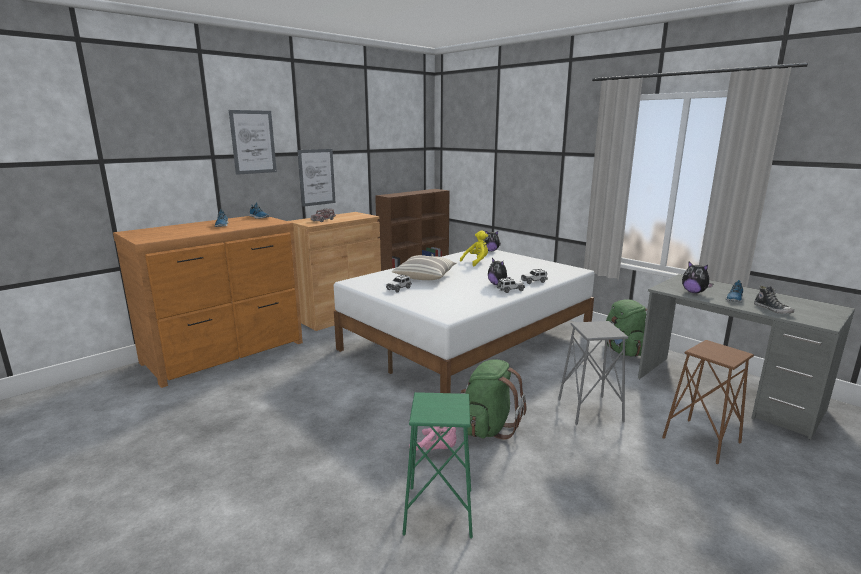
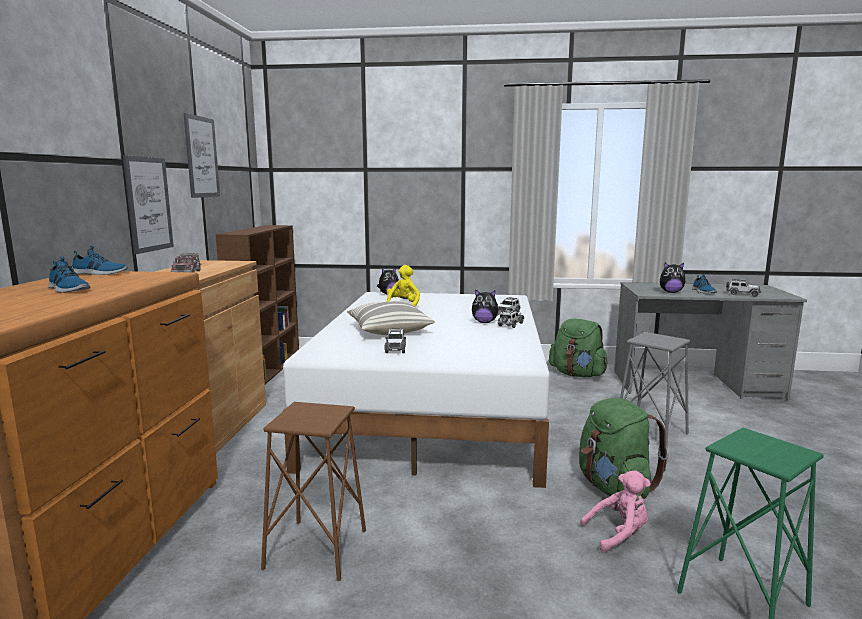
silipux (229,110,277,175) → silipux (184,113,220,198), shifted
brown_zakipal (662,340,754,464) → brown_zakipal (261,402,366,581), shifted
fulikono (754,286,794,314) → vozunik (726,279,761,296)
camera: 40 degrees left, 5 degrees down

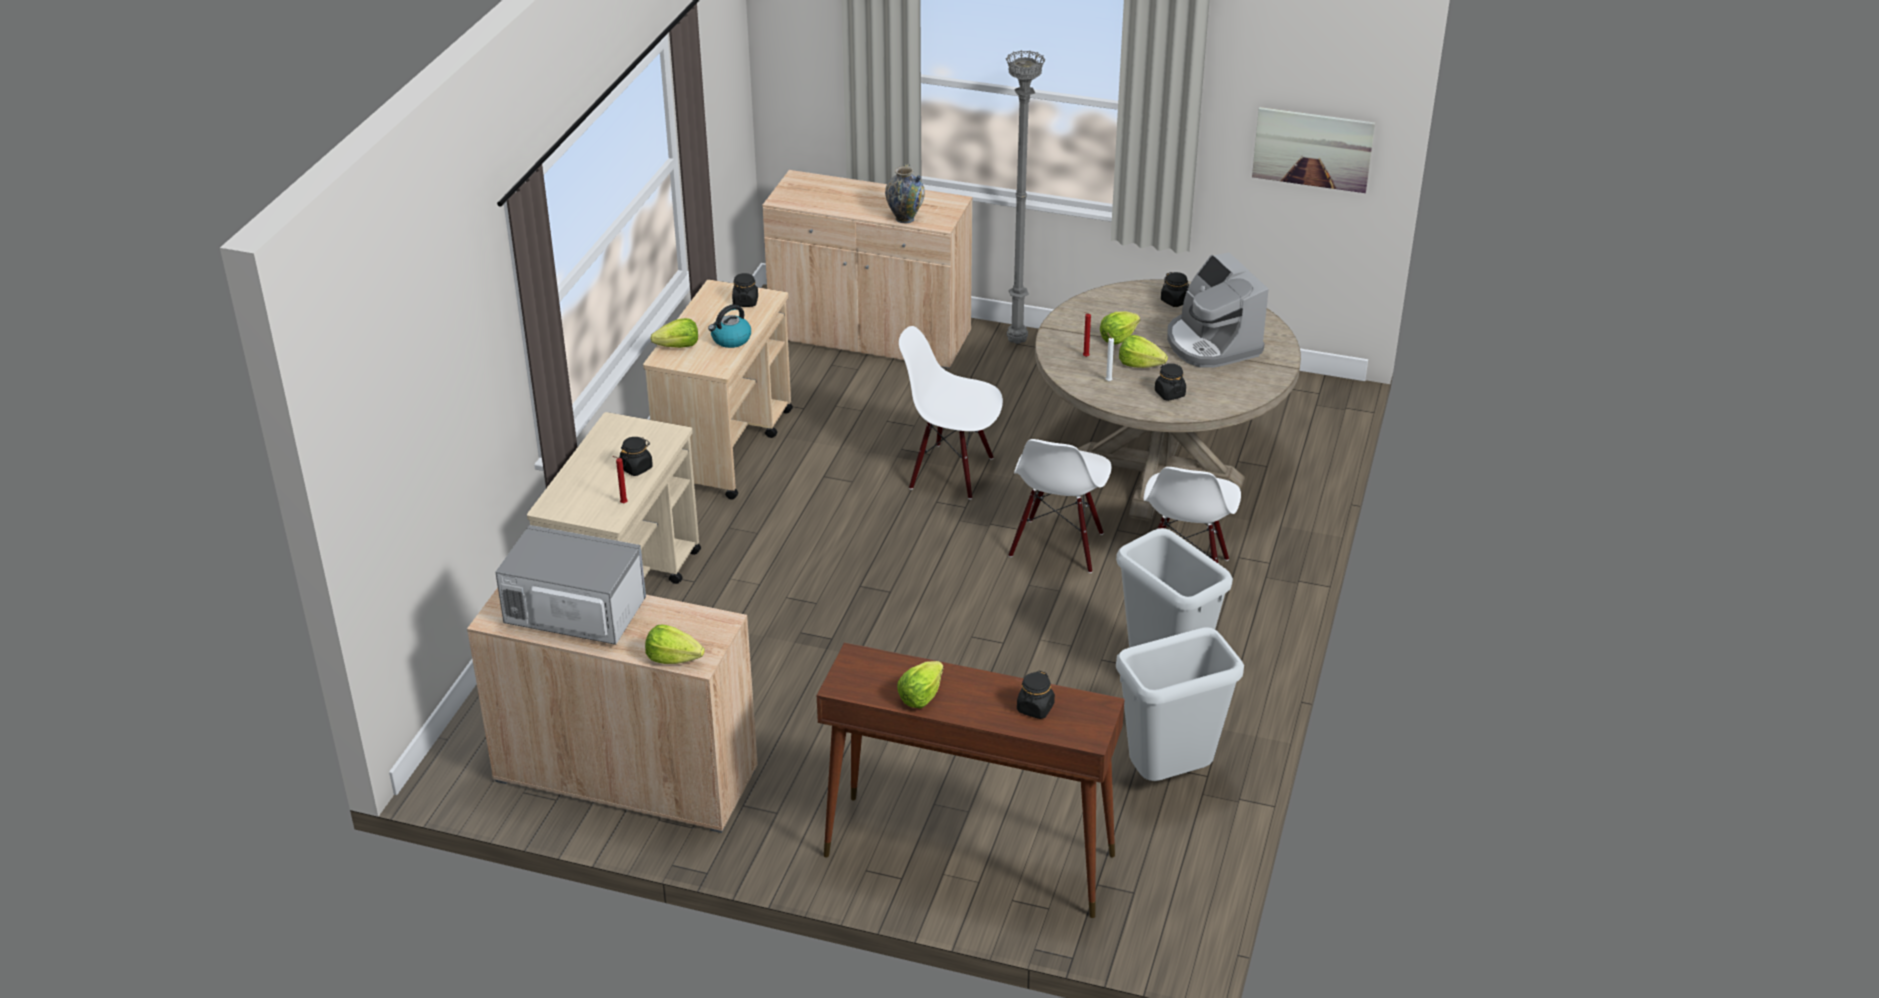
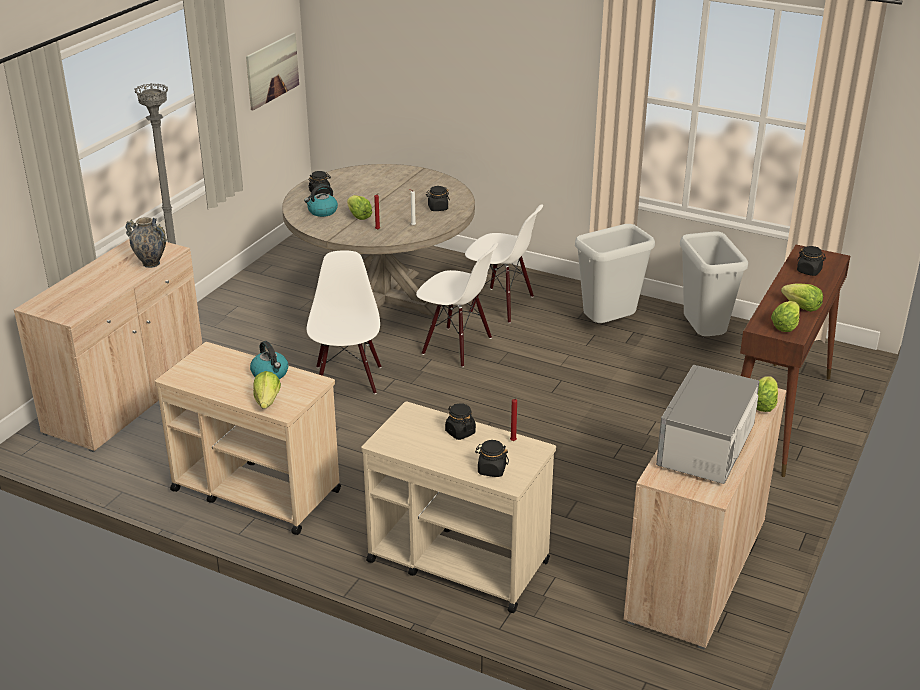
- → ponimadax (304,184,338,217)
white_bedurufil (899,326,1003,499) → white_bedurufil (307,251,381,394), 150 degrees clockwise
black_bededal (732,273,758,307) → black_bededal (475,440,509,477), shifted
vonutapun (1119,335,1168,368) → vonutapun (771,301,800,332), shifted
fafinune (1167,253,1268,368) → -
camera: 80 degrees left, 5 degrees down

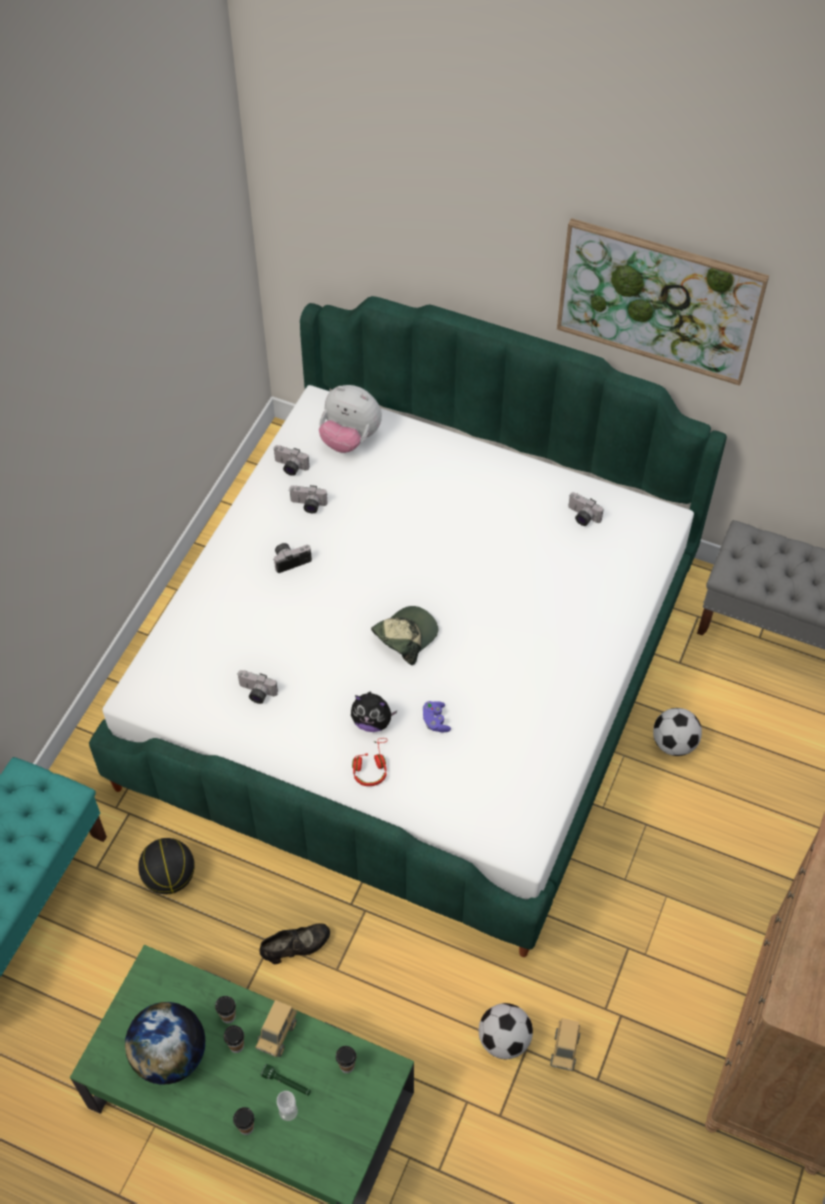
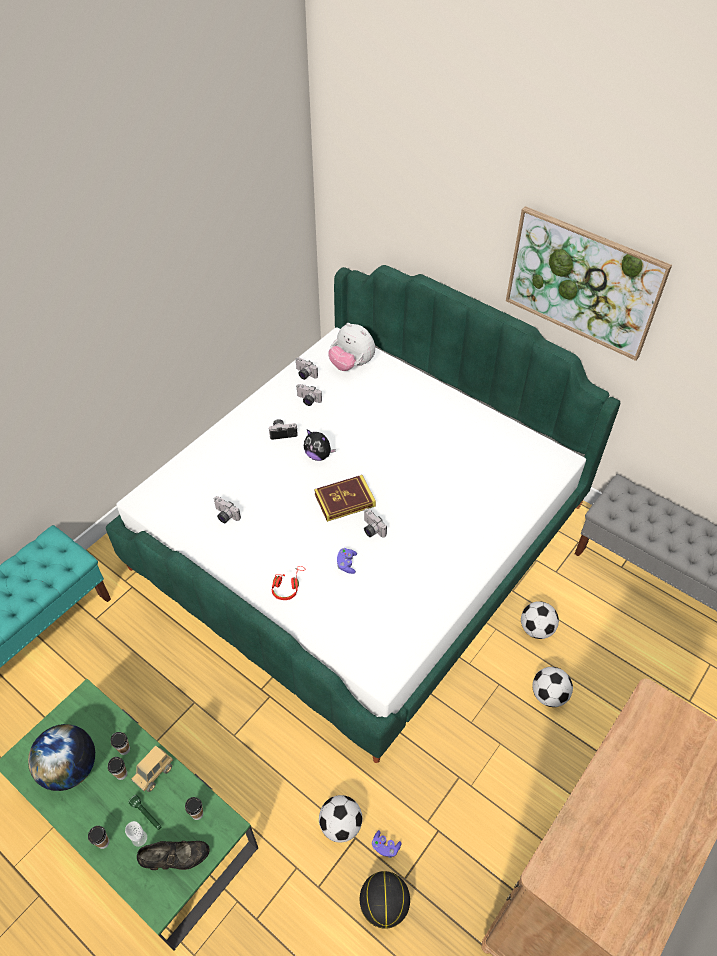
black_fulikono (259,923,330,964) → black_fulikono (137,841,210,870), shifted
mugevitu (351,691,397,732) → mugevitu (304,429,336,461), shifted
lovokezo (371,606,438,665) → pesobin (314,475,376,522)
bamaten (138,838,195,894) → bamaten (360,871,410,929), shifted
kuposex (568,492,604,526) → kuposex (364,508,387,537), shifted
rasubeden (550,1018,580,1071) → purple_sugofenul (372,830,402,858)
- → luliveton (532,667,573,707)
camera: 15 degrees right, 5 degrees down

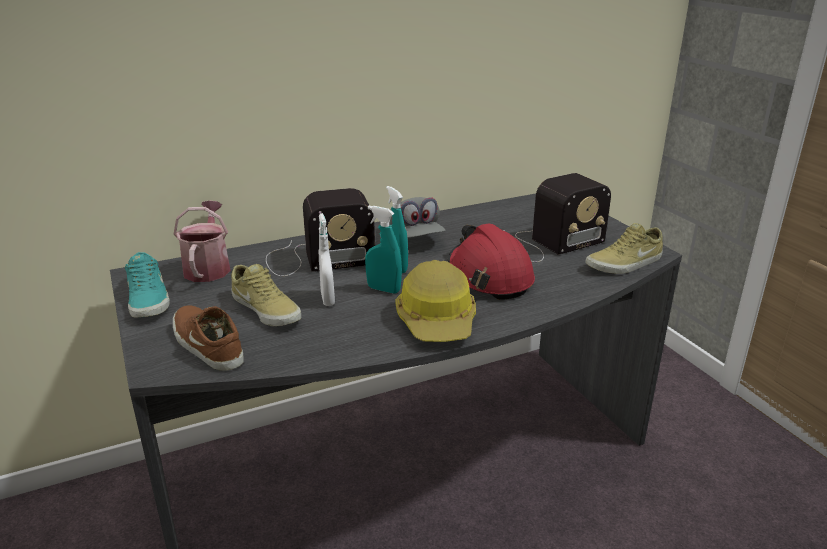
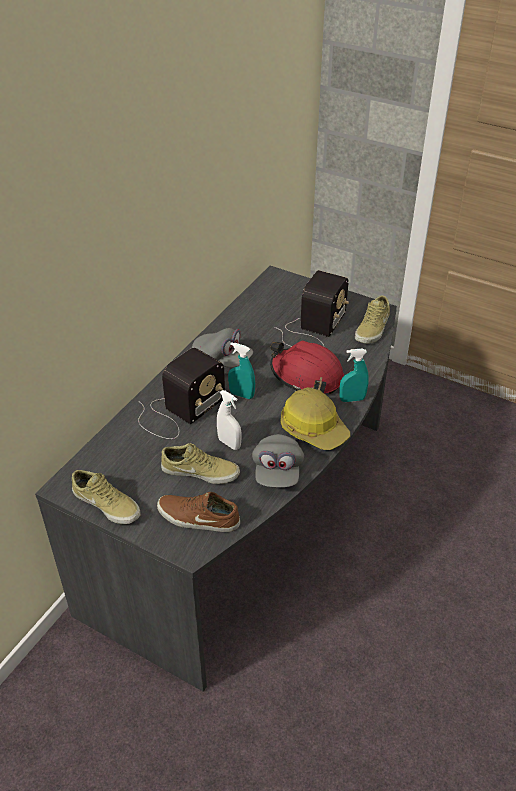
turquoise_fulikono (125,252,170,318) → beige_fulikono (72,470,141,524)
- → grey_lovokezo (252,434,304,487)
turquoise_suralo (365,206,402,294) → turquoise_suralo (340,348,369,402), shifted
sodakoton (174,200,231,282) → -
camera: 35 degrees left, 15 degrees up

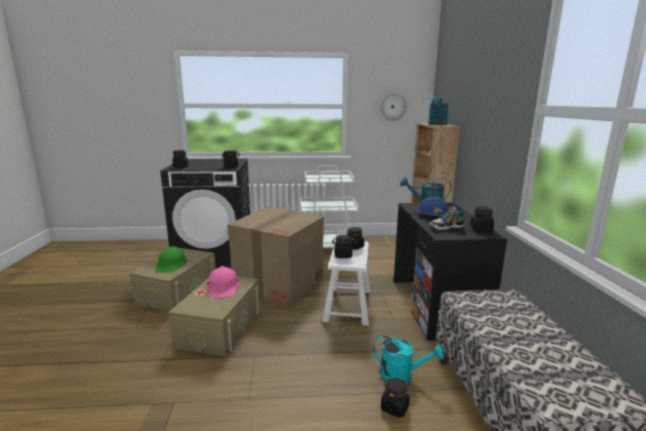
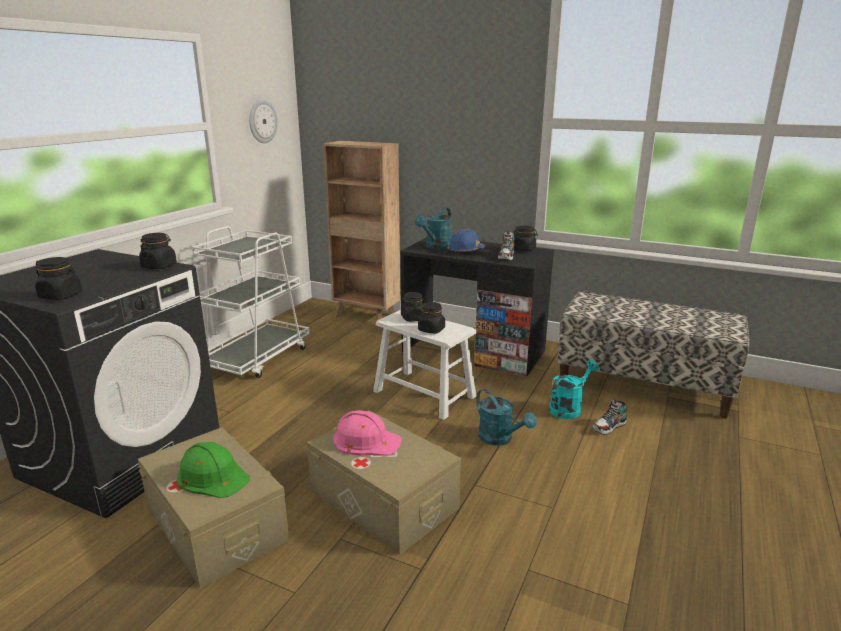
turquoise_sodakoton (428,97,448,125) → turquoise_sodakoton (476,389,537,446), shifted
black_bededal (381,378,410,417) → fulikono (592,399,627,435)
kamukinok (227,206,324,306) → -
camera: 60 degrees left, 5 degrees up

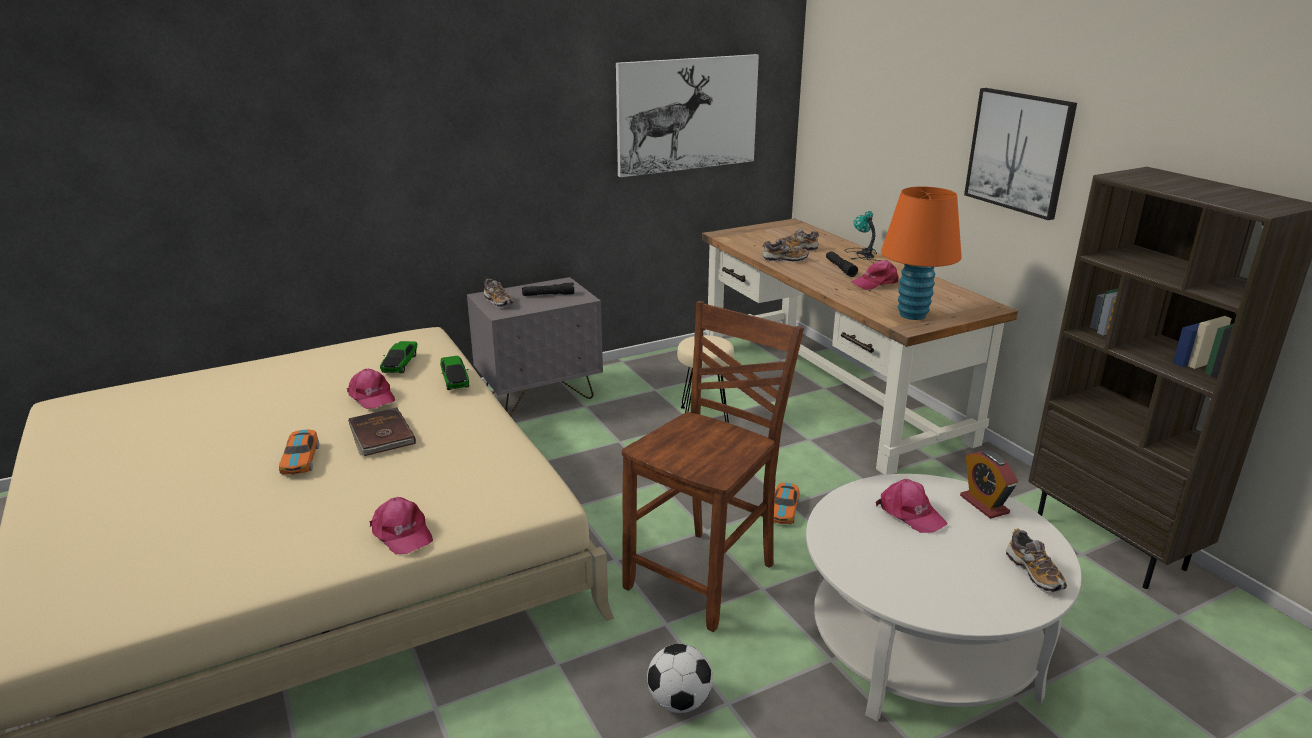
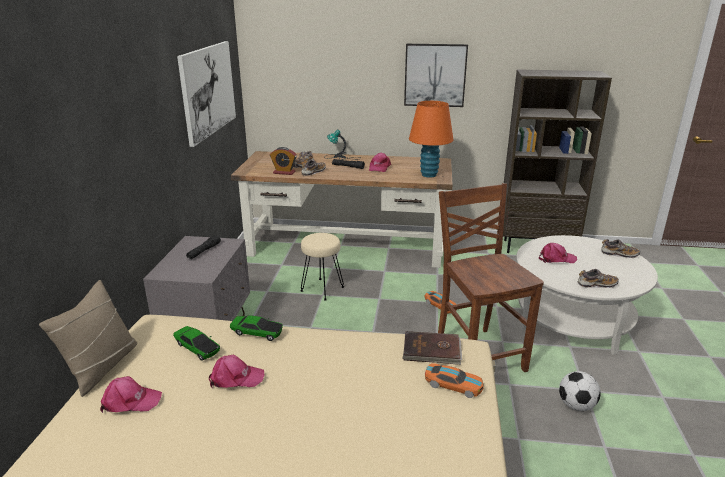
- → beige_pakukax (39,280,137,397)
pink_lovokezo (370,497,433,554) → pink_lovokezo (100,376,162,413), shifted
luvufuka (960,450,1018,519) → luvufuka (270,147,297,175), shifted
brown_pesobin (348,407,416,456) → brown_pesobin (402,331,462,365), shifted
vozunik (279,430,319,475) → vozunik (425,363,483,398), shifted
fulikono (484,279,513,308) → fulikono (578,269,619,288), shifted
camera: 55 degrees left, 0 degrees up

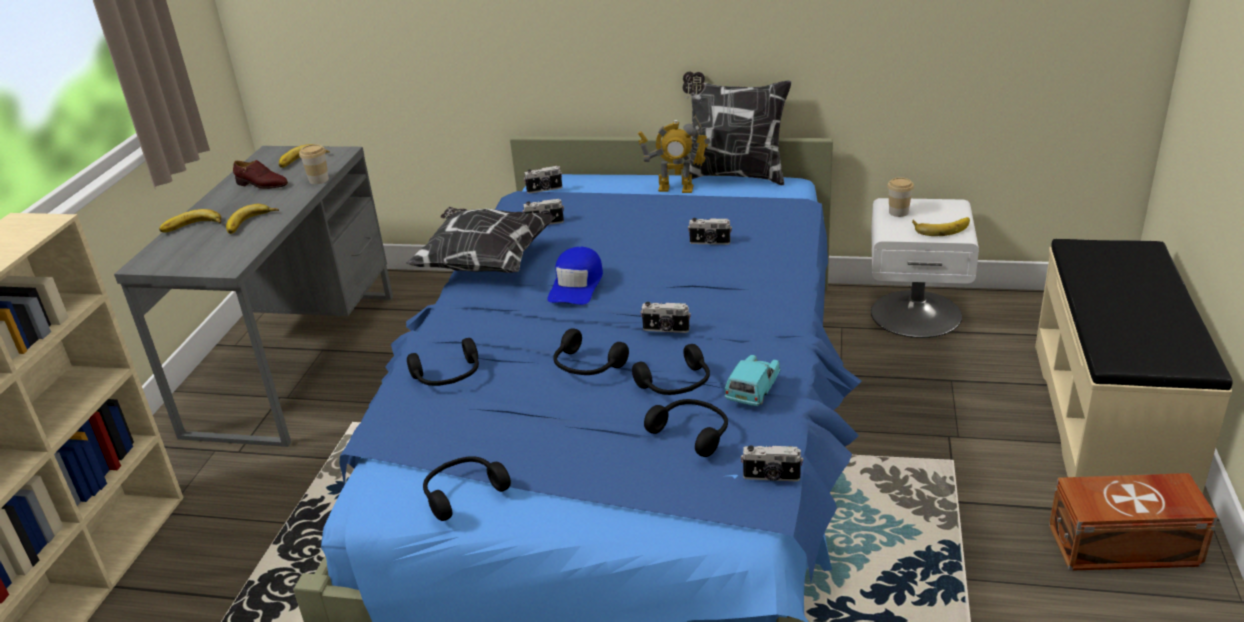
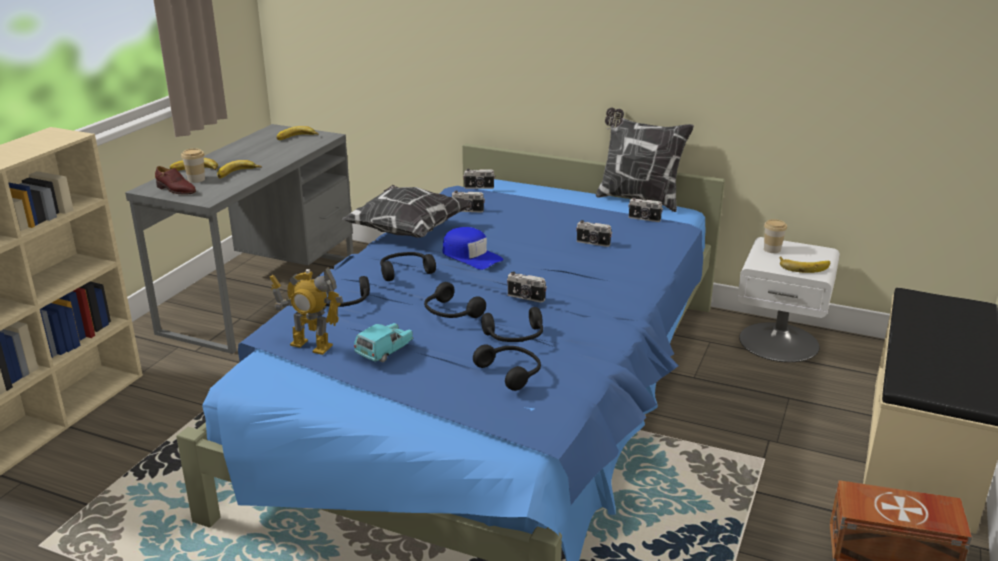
brown_fulikono (233,160,288,189) → brown_fulikono (155,166,196,194), shifted
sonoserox (299,144,329,184) → sonoserox (181,148,205,183), shifted
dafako (638,115,710,193) → dafako (270,267,343,355), shifted
turquoise_vozunik (725,355,781,406) → turquoise_vozunik (354,323,413,362), shifted
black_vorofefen (423,456,511,521) → black_vorofefen (380,252,436,281), shifted
blue_lovokezo (548,247,603,305) → blue_lovokezo (443,227,503,270), 75 degrees counterclockwise
kuposex (741,445,803,482) → kuposex (628,197,663,222), shifted
camera: 10 degrees right, 5 degrees down

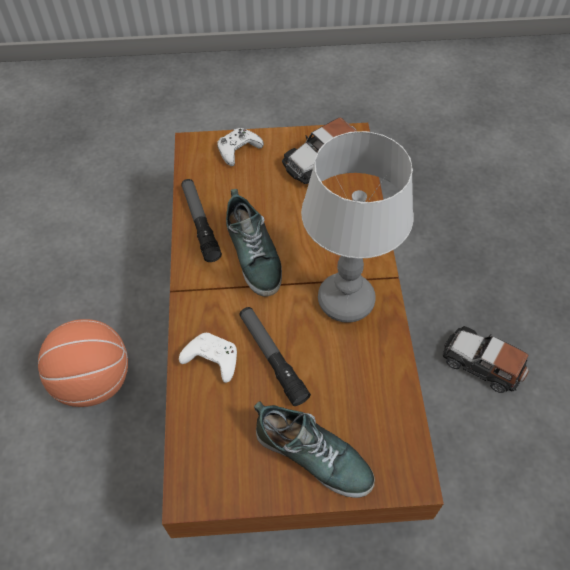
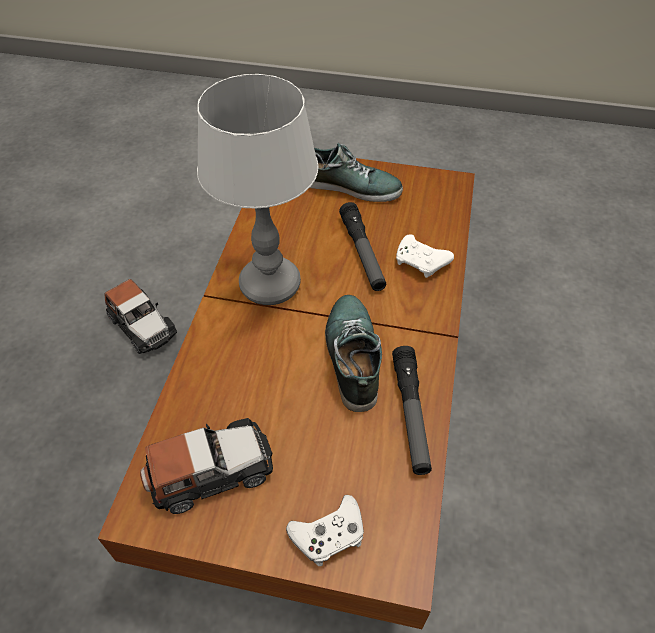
fulikono (254,401,375,498) → fulikono (310,143,403,202), 150 degrees clockwise
bamaten (38,319,128,407) → -
camera: 165 degrees left, 5 degrees down

